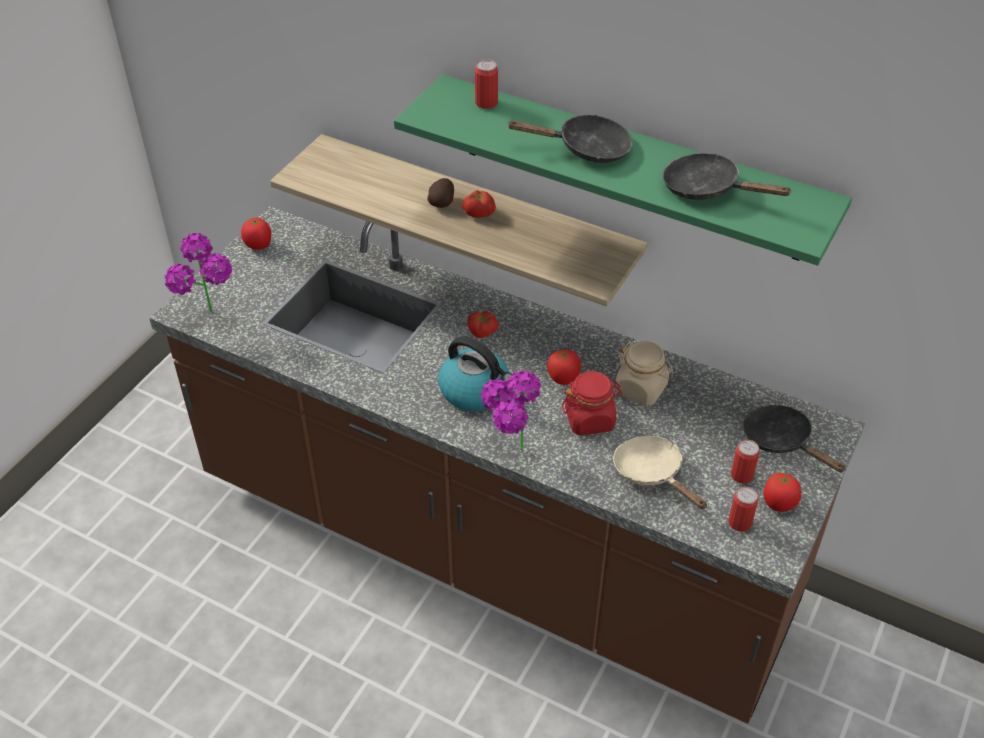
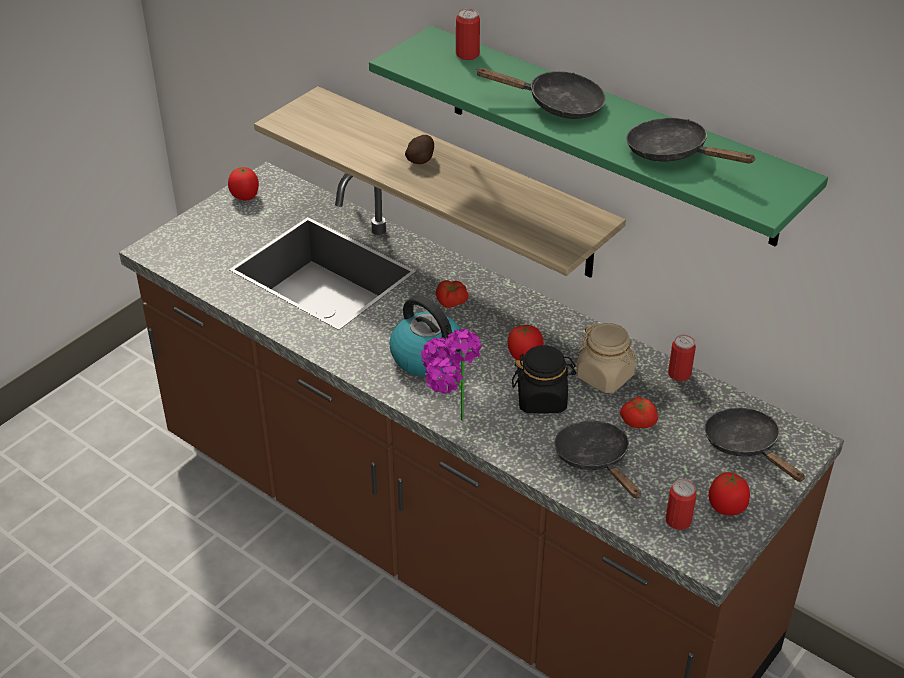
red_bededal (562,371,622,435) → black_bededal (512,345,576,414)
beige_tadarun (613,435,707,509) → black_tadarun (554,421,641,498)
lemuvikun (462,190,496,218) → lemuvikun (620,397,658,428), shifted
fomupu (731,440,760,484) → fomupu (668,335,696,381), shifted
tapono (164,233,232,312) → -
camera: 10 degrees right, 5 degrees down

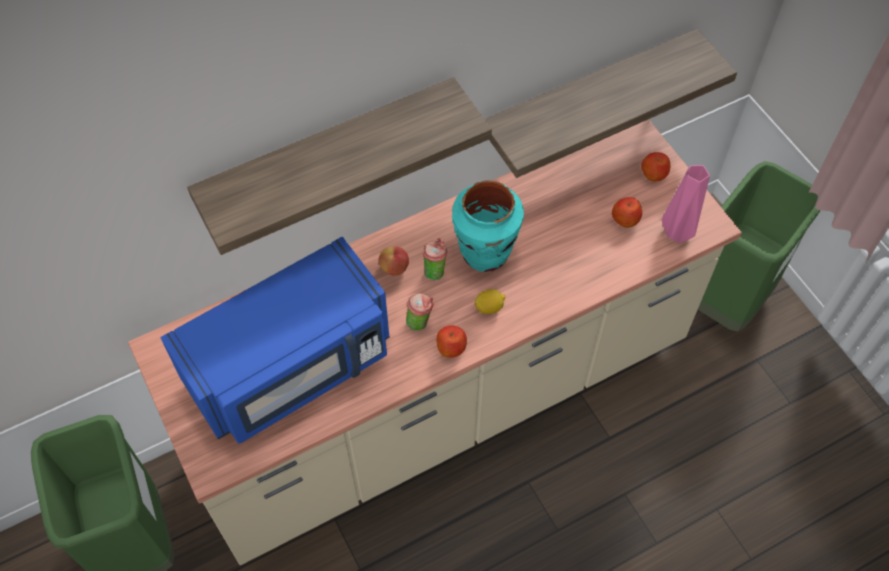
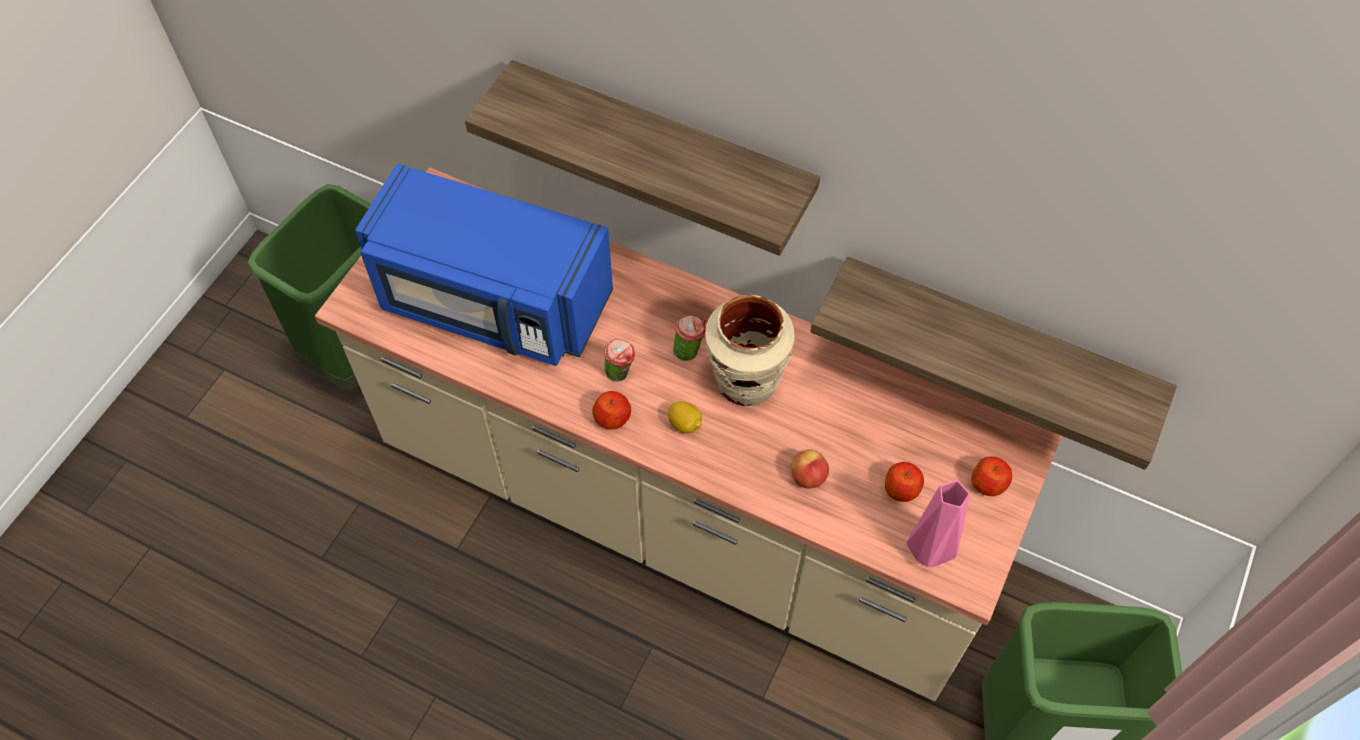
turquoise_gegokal (452,180,524,272) → beige_gegokal (705,295,795,406)
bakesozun (379,246,409,276) → bakesozun (791,449,829,489), shifted
camera: 55 degrees right, 0 degrees up

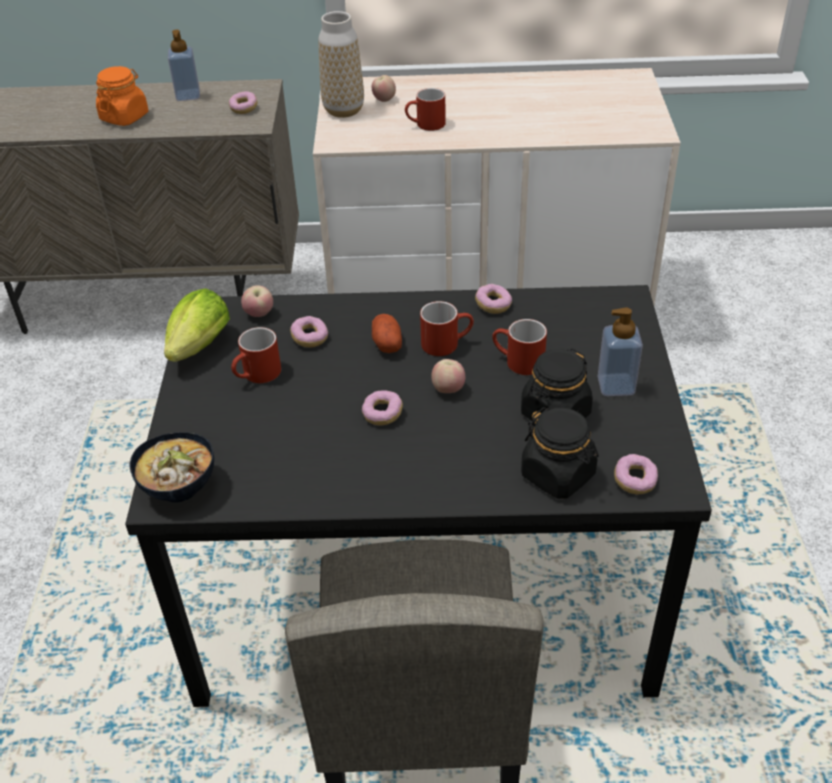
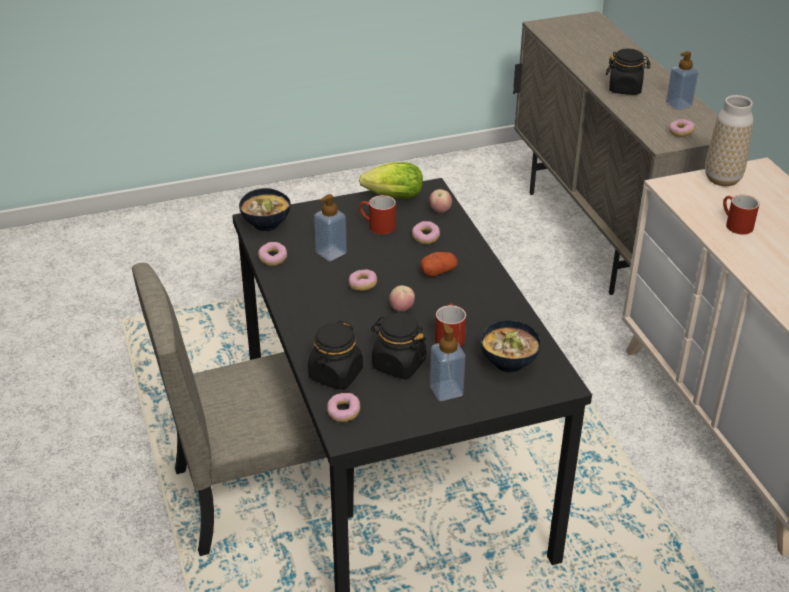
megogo (475,284,512,314) → megogo (258,242,287,266), shifted
- → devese (314,194,347,261)
- → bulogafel (481,320,541,372)
orange_bededal (96,66,148,126) → black_bededal (606,49,650,95)
bakesozun (372,75,396,102) → -
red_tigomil (420,301,474,356) → -
camera: 70 degrees right, 5 degrees down

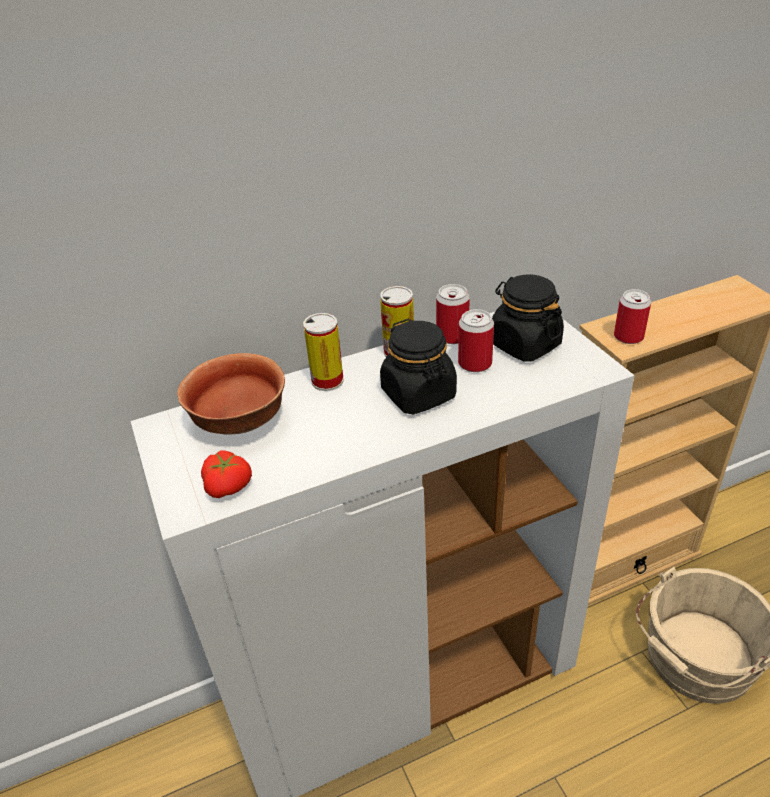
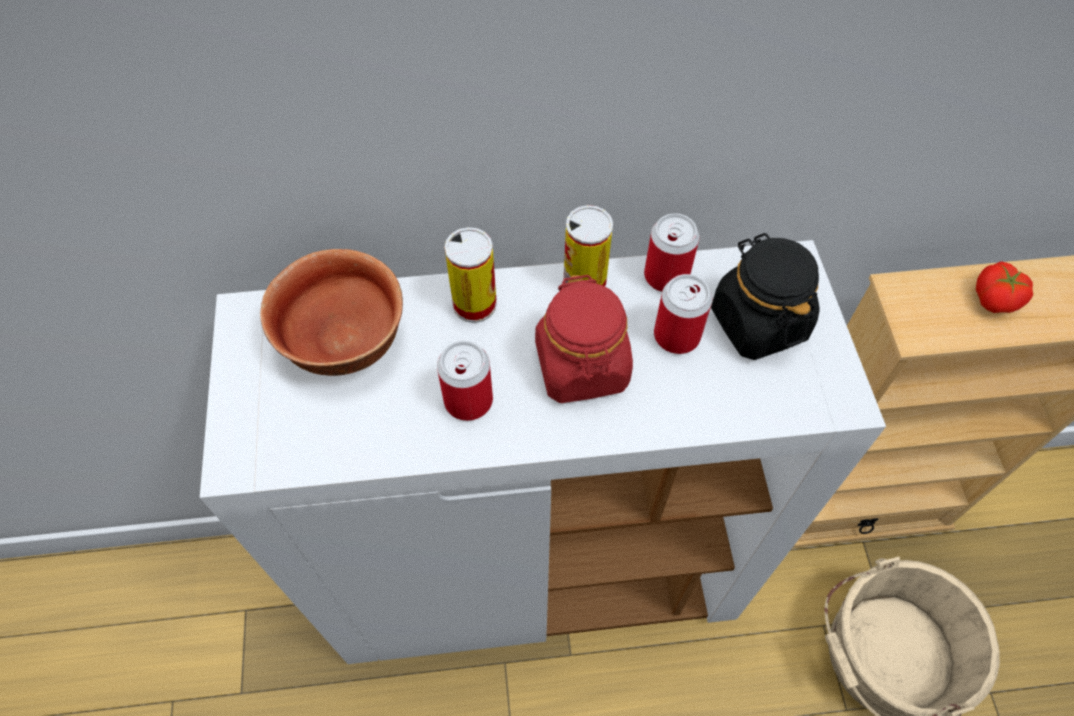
fomupu (614,289,651,344) → fomupu (437,341,493,421), shifted
black_bededal (380,319,457,415) → red_bededal (535,275,633,403)
lemuvikun (201,451,252,498) → lemuvikun (976,262,1033,313), shifted
camera: 15 degrees right, 20 degrees up

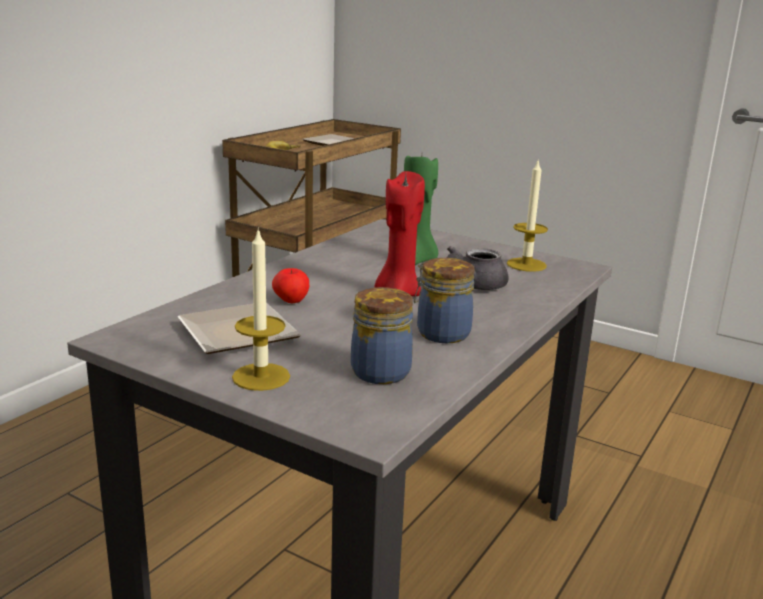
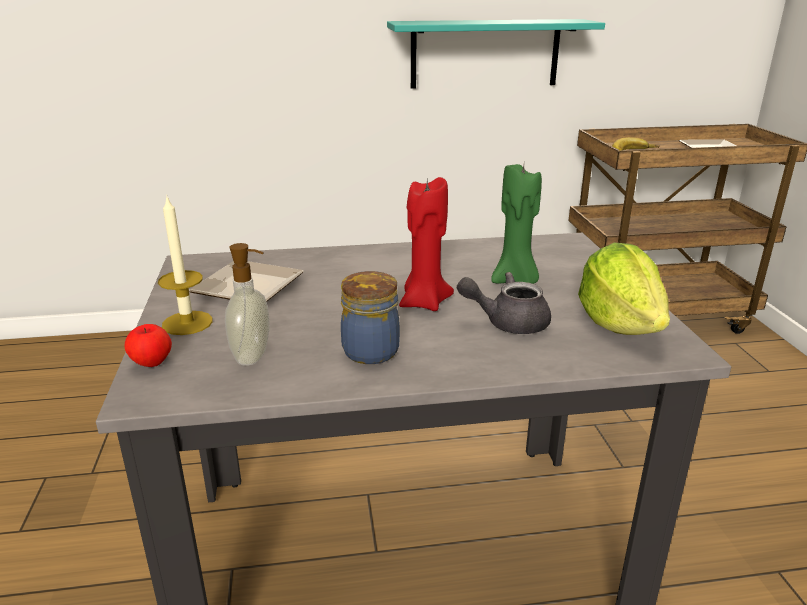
bakesozun (272,268,309,303) → bakesozun (124,324,172,367), shifted
bededal (351,287,413,384) → devese (225,243,270,366)
- → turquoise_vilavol (387,19,605,89)
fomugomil (507,161,548,272) → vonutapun (578,242,670,335)
camera: 50 degrees right, 5 degrees up

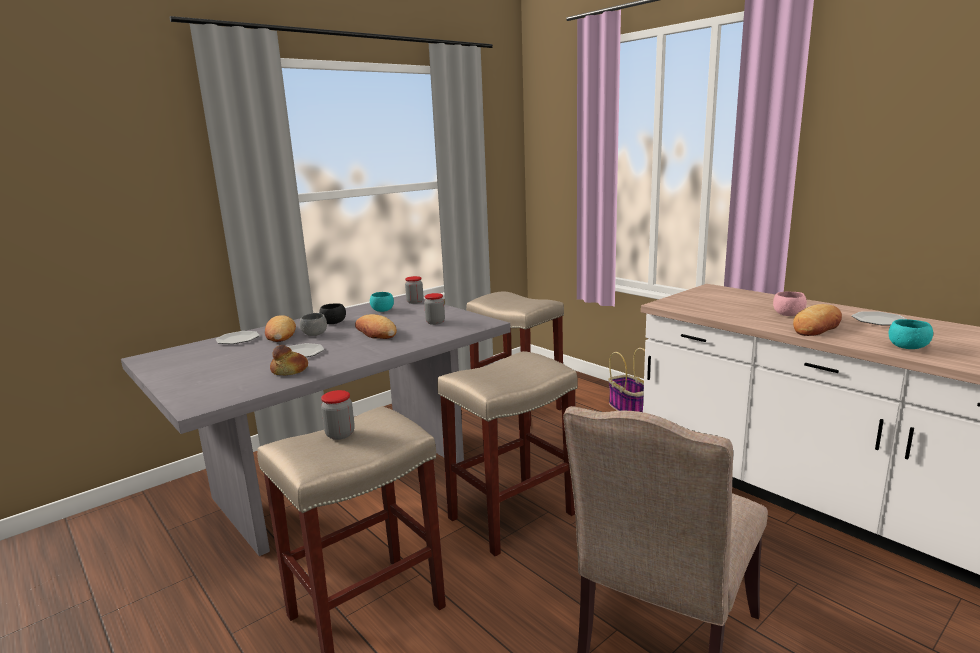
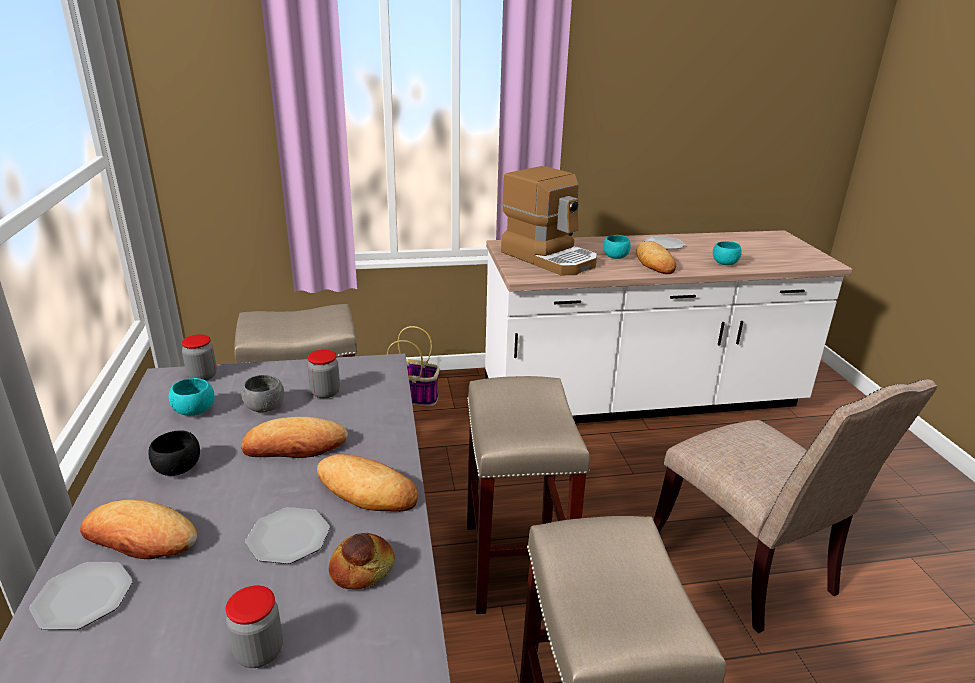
bededal (321,390,355,440) → bededal (226,585,283,668), shifted
grey_bulogafel (299,313,327,336) → grey_bulogafel (241,375,284,412), shifted
- → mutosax (317,454,418,512)
- → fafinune (501,166,597,275)
pink_bulogafel (773,292,807,316) → turquoise_bulogafel (603,235,631,259)
camera: 60 degrees left, 10 degrees up

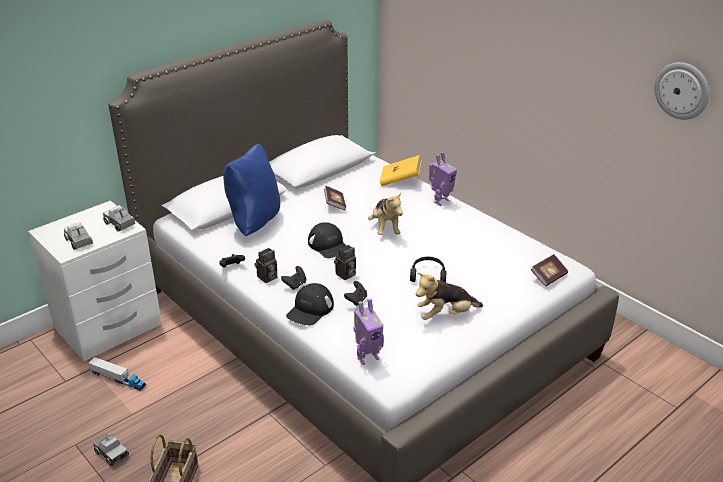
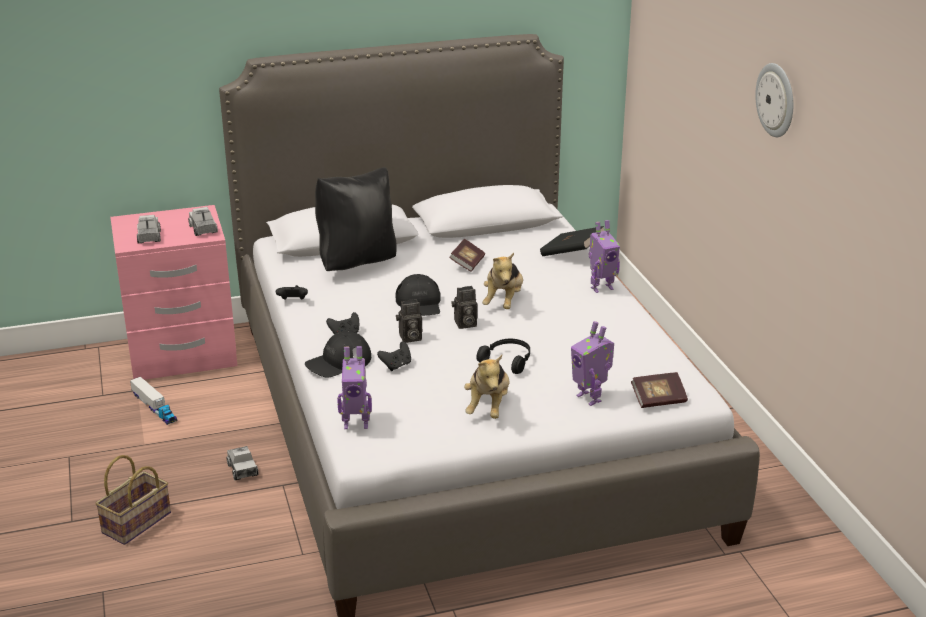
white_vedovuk (28,201,161,361) → pink_vedovuk (110,205,237,380)
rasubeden (93,433,129,467) → rasubeden (227,446,259,480), shifted
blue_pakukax (223,144,280,236) → black_pakukax (315,167,397,271)
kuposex (255,248,277,283) → kuposex (451,286,478,329), shifted
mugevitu (416,272,483,320) → mugevitu (464,355,509,419), 90 degrees counterclockwise
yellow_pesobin (380,155,422,186) → black_pesobin (540,226,604,256)
- → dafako (571,321,614,406)
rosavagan (654,62,709,120) → rosavagan (755,63,793,137), shifted
camera: 25 degrees right, 5 degrees down

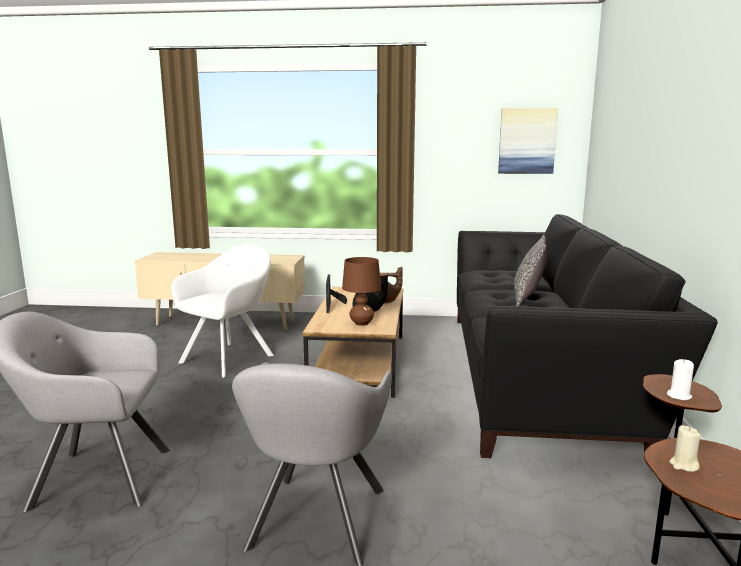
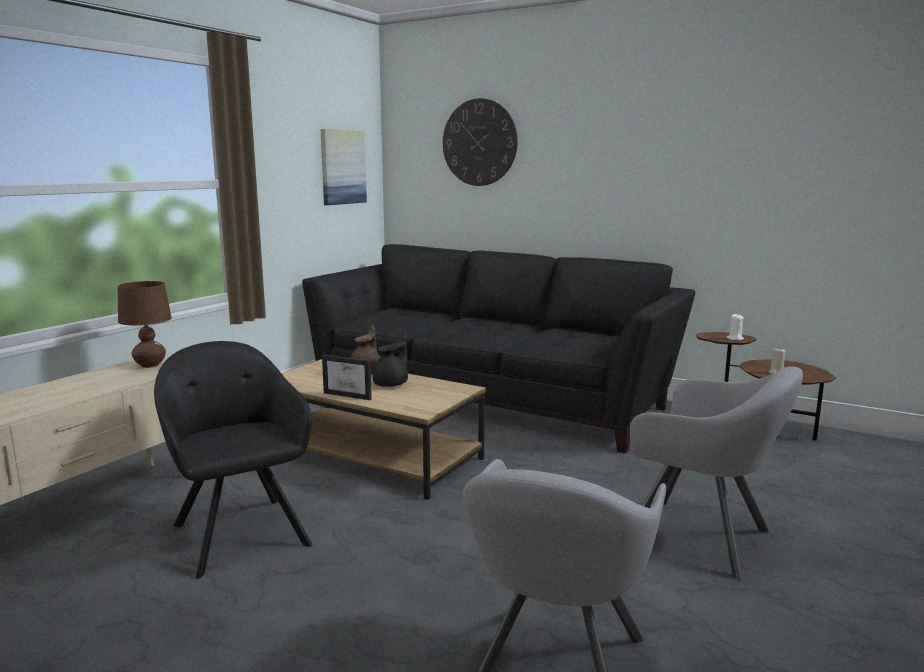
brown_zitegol (342,257,381,326) → brown_zitegol (118,281,172,368), shifted
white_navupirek (171,244,274,378) → black_navupirek (154,341,313,579)
- → rosavagan (443,98,518,186)
pakukax (514,235,547,306) → -
camera: 65 degrees left, 0 degrees up

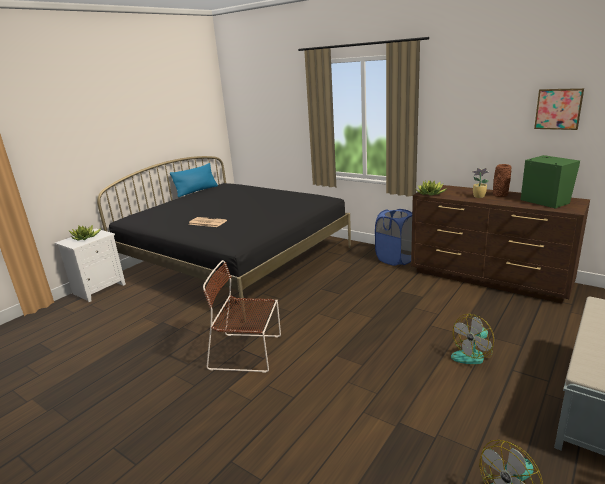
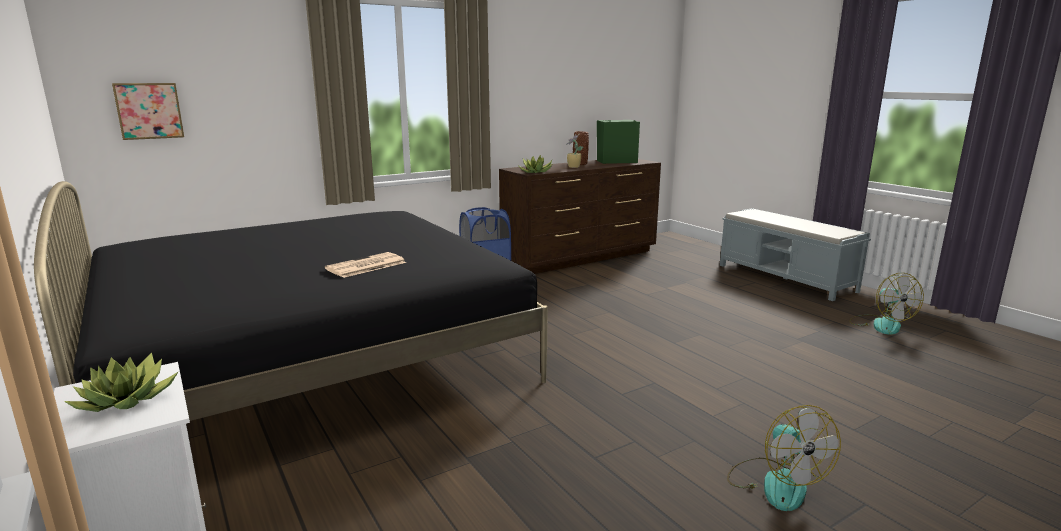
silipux (534,88,584,130) → silipux (112,83,184,140), shifted
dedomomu (451,314,494,364) → dedomomu (727,405,841,511), shifted
blue_pakukax (170,163,218,197) → -
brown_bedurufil (203,260,281,373) → -
camera: 70 degrees left, 5 degrees down

